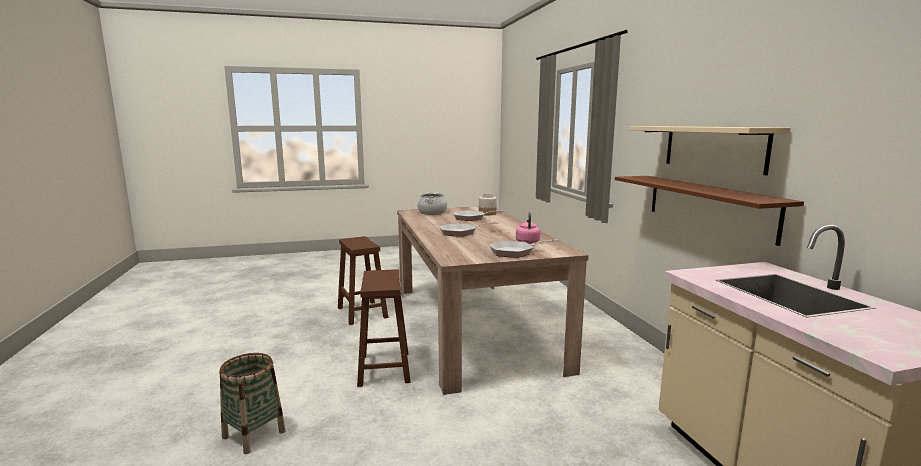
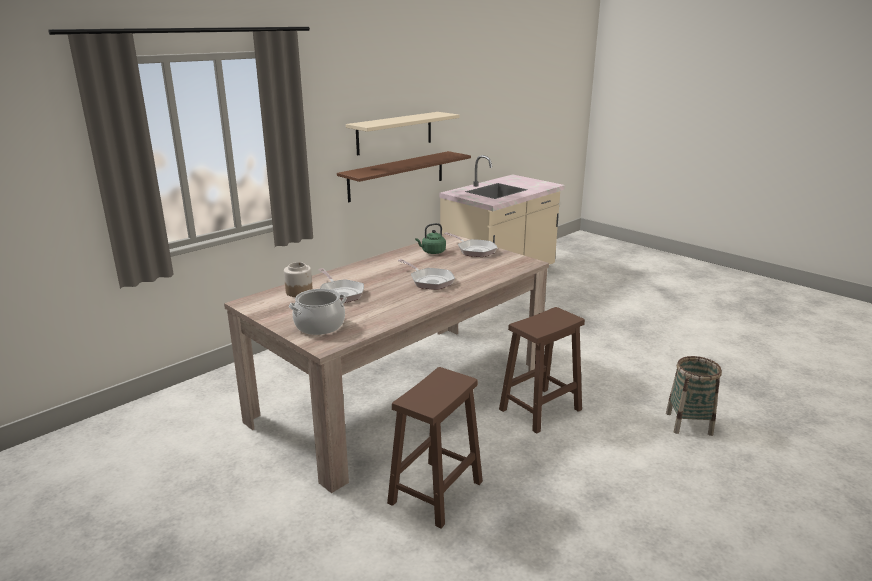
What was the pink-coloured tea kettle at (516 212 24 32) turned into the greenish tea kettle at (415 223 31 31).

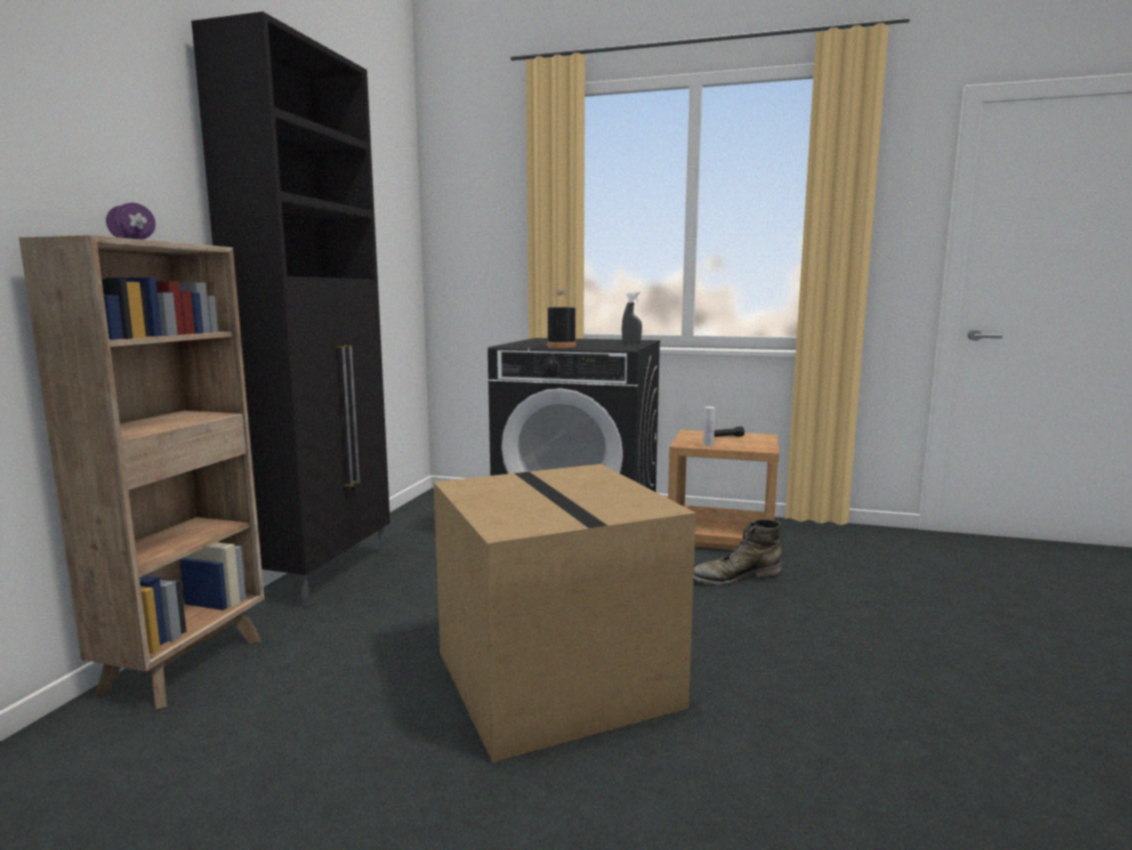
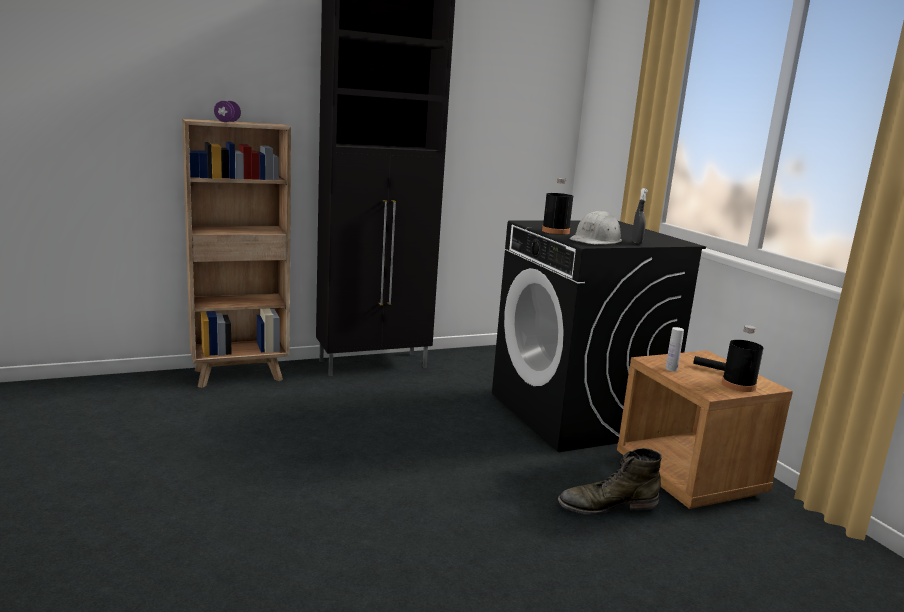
The second view lost the carton at (434 464 262 298).
The greenish tall boot at (694 519 88 66) ended up facing another way, 45 degrees counterclockwise from before.
The second view gained the whitish work helmet at (570 211 52 33).
The second view gained the black-coloured beverage bottle at (722 325 42 67).

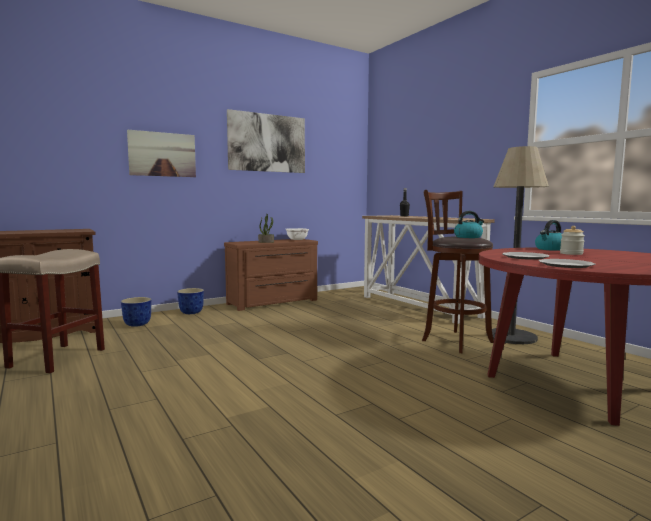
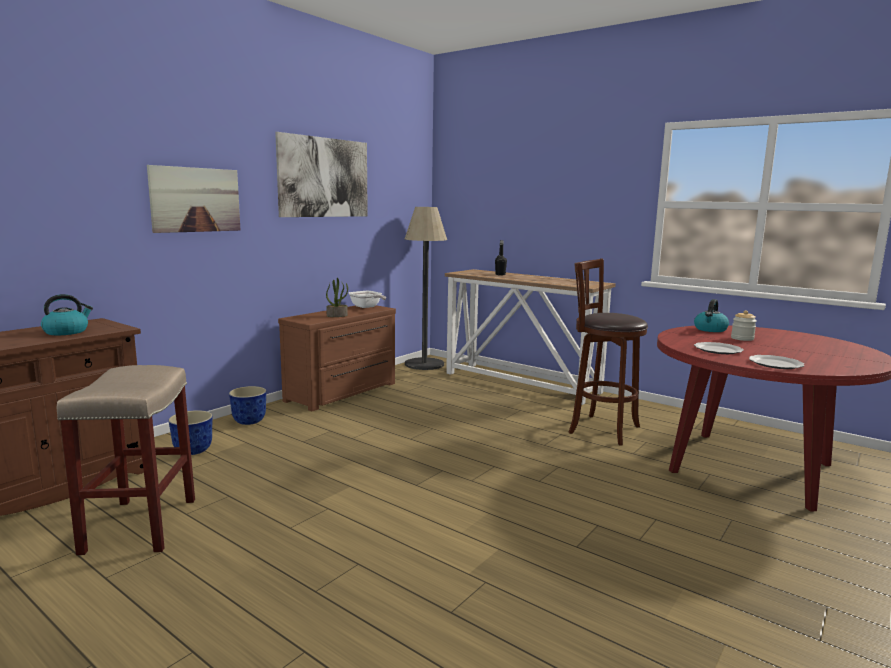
The standard lamp ended up elsewhere, having gone from (492 146 57 198) to (405 207 42 163).
The tea kettle ended up elsewhere, having gone from (454 211 30 27) to (41 294 52 41).

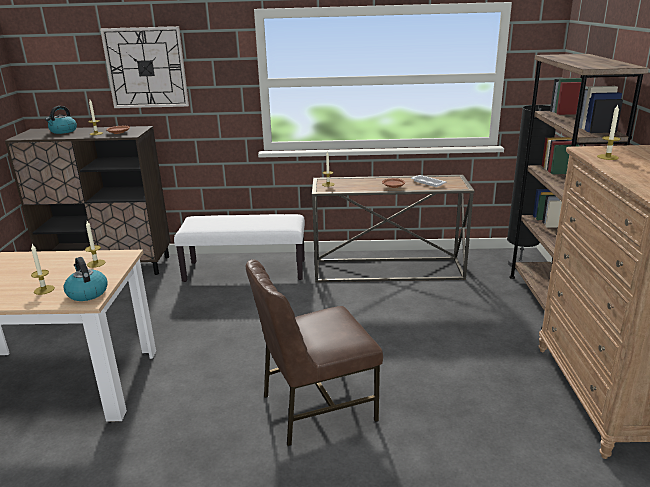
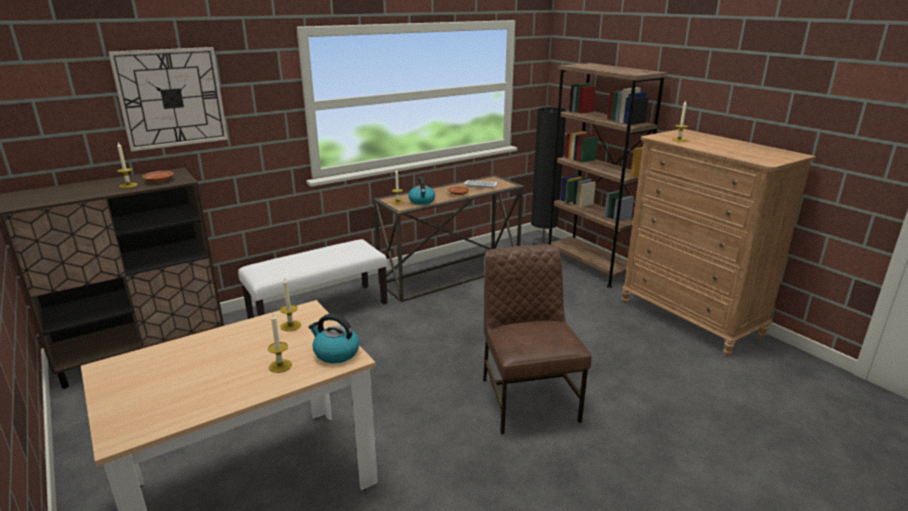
The tea kettle ended up elsewhere, having gone from (45 106 32 28) to (408 176 27 29).
The brown-coloured upright chair at (246 259 137 187) ended up facing another way, 135 degrees clockwise from before.

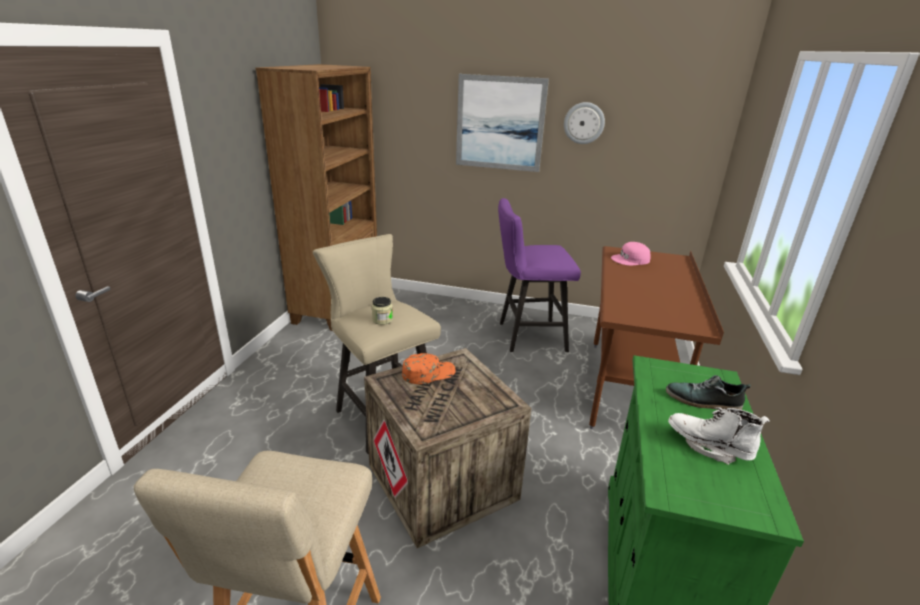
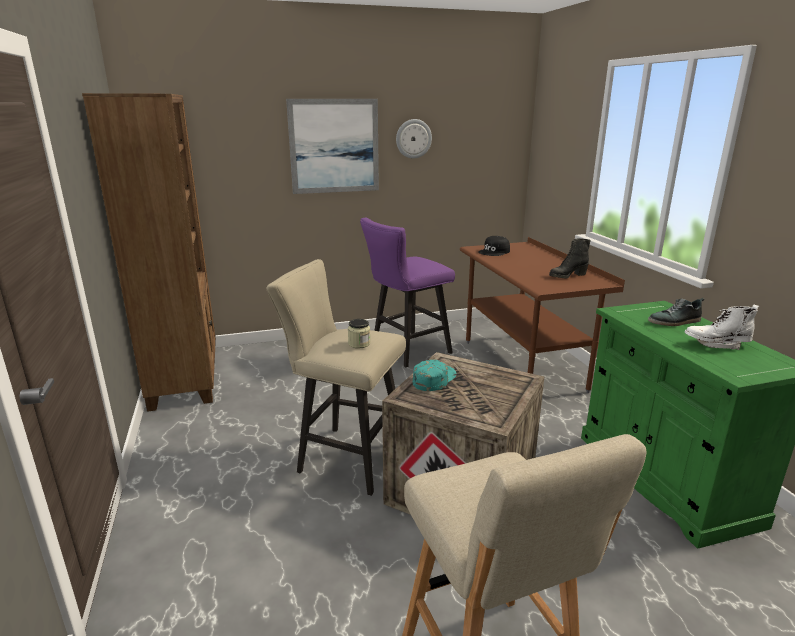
What was the pink-coloured cap at (611 242 40 24) turned into the black-coloured cap at (478 236 32 20).
What was the orange-coloured cap at (402 353 54 31) turned into the turquoise cap at (413 360 44 31).
The second view gained the black-coloured tall boot at (549 238 42 41).

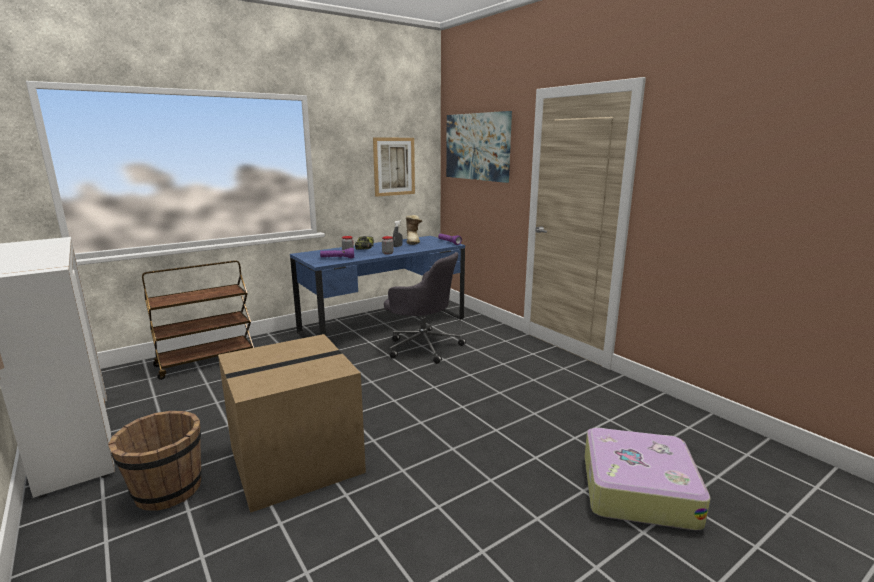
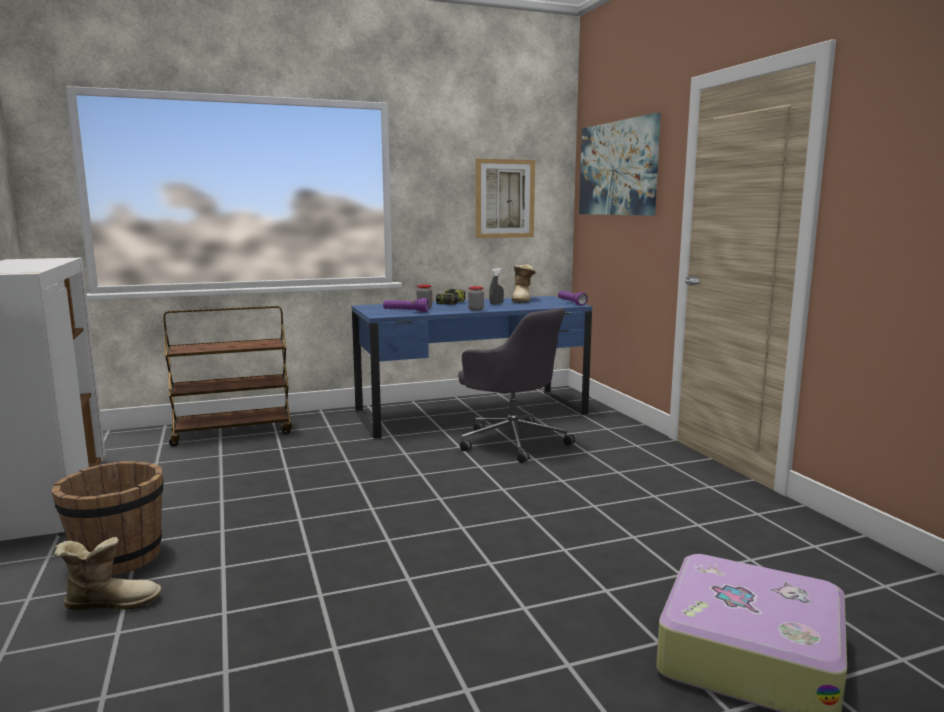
The second view lost the carton at (218 334 148 179).
The second view gained the tall boot at (54 537 108 73).

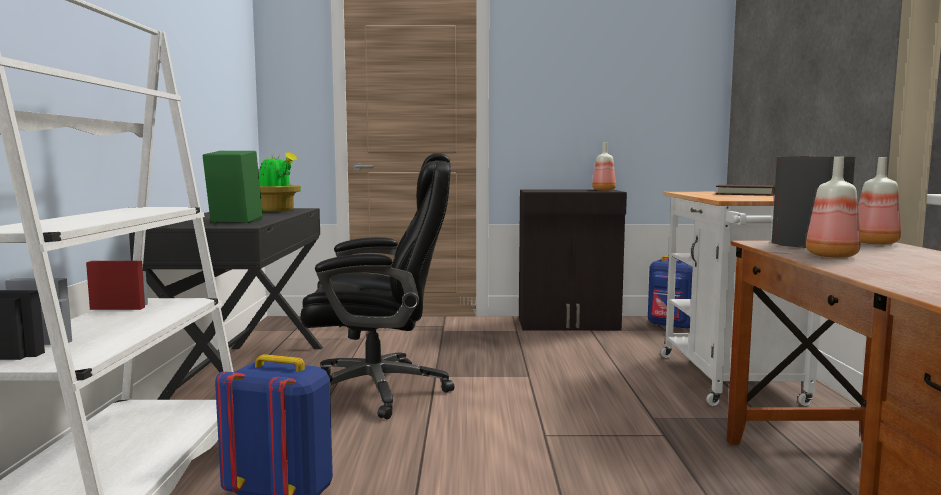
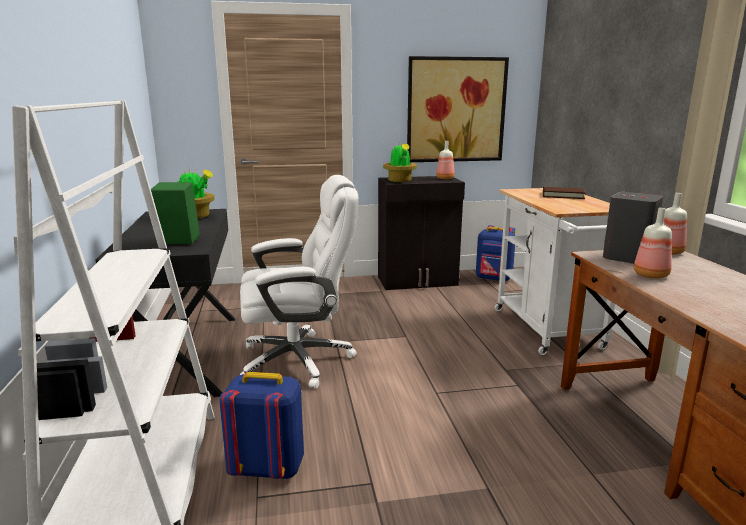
What was the black-coloured computer chair at (300 153 155 266) turned into the whitish computer chair at (240 175 118 214).
The second view gained the wall art at (407 56 102 106).
The second view gained the plant in a pot at (383 143 34 39).

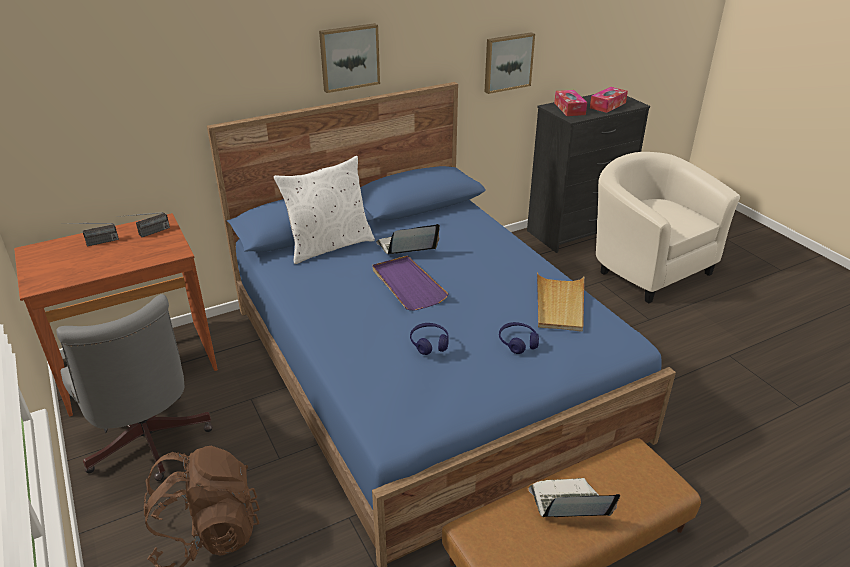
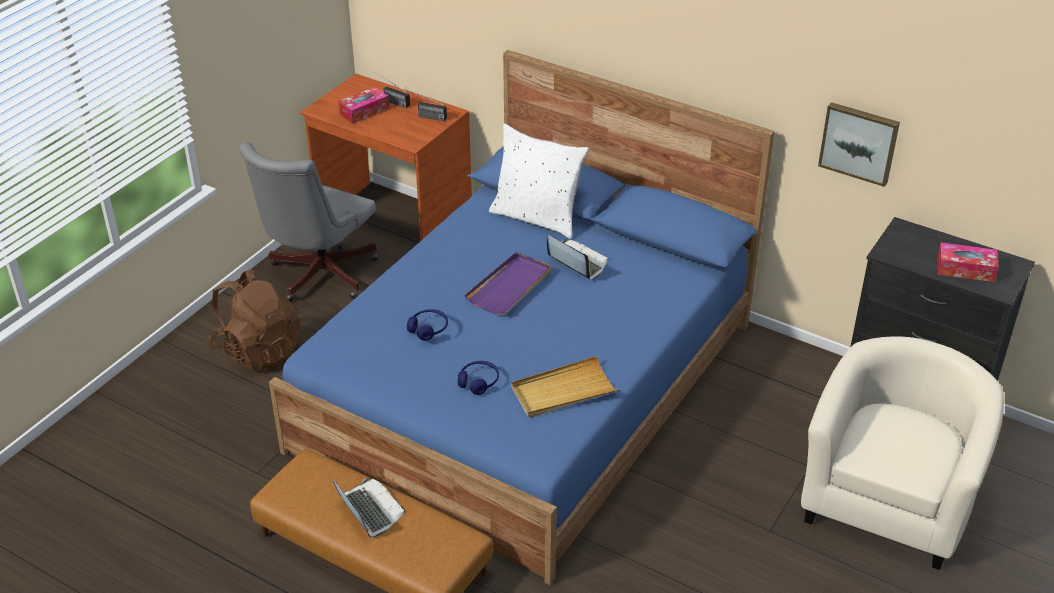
The second view lost the wall art at (319 23 61 70).
The tissue holder ended up elsewhere, having gone from (554 90 33 26) to (338 87 51 37).

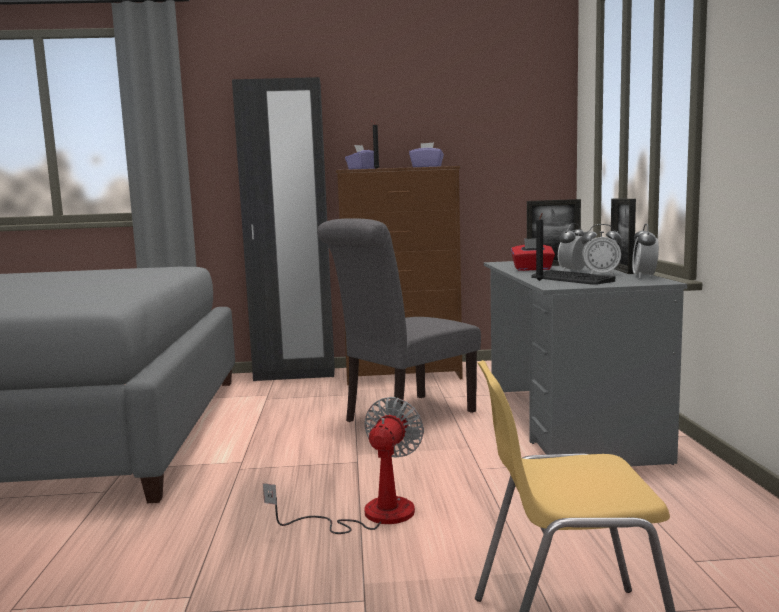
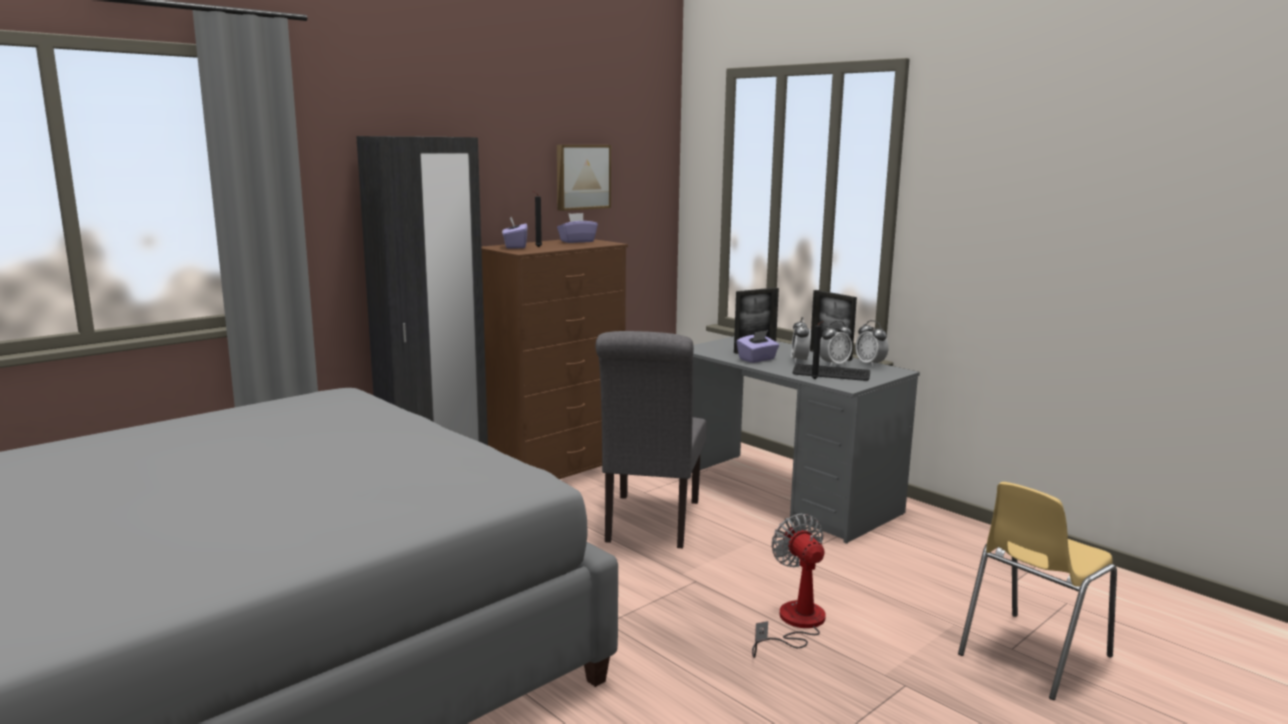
What was the red-coloured tissue holder at (511 238 44 33) turned into the purplish tissue holder at (736 330 43 33).
The second view gained the wall art at (557 145 54 66).

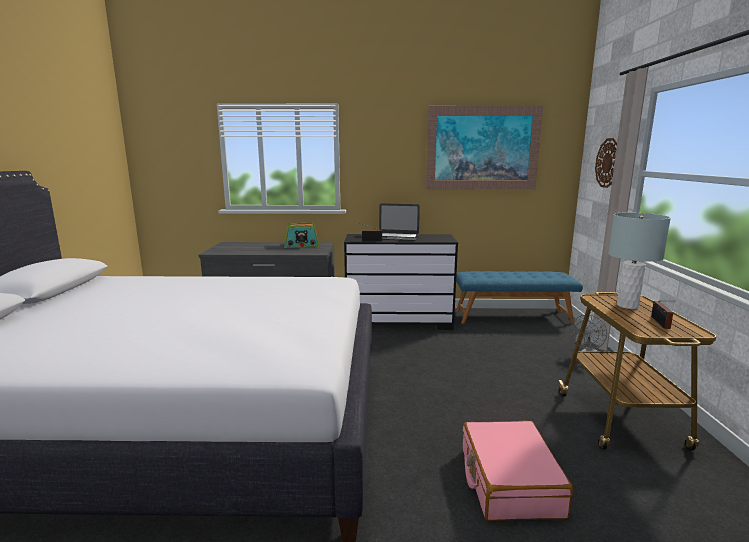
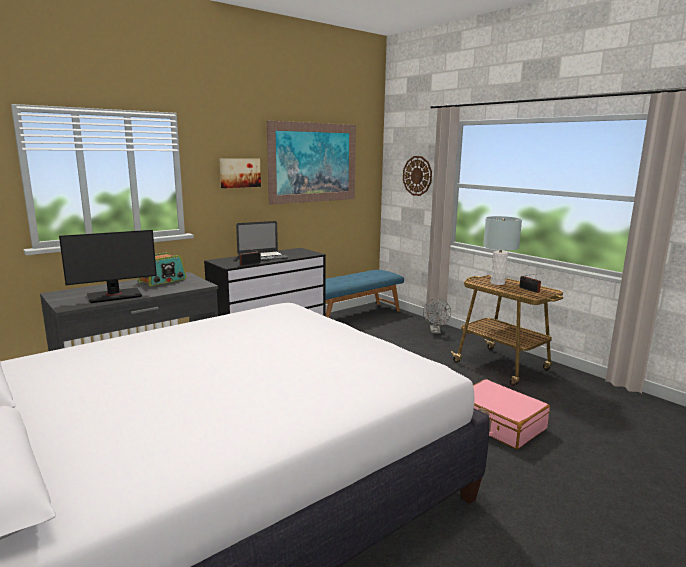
The second view gained the wall art at (220 159 41 29).
The second view gained the computer screen at (59 230 98 73).

